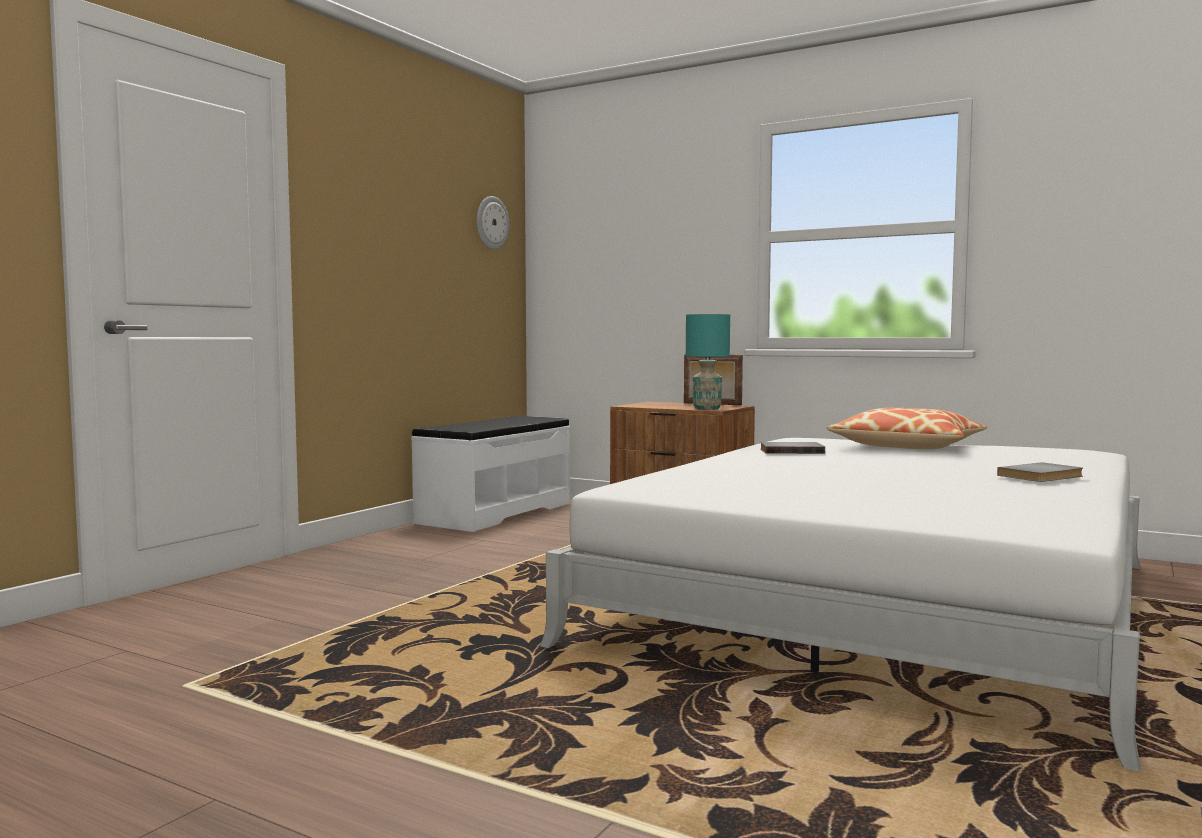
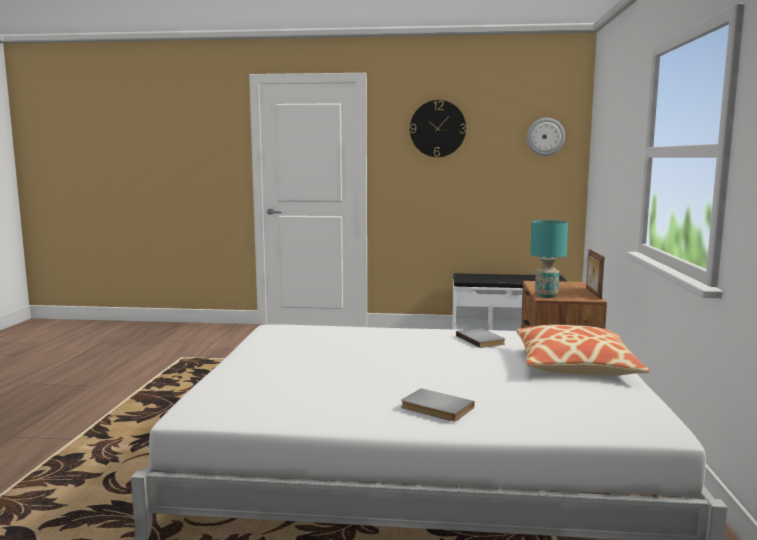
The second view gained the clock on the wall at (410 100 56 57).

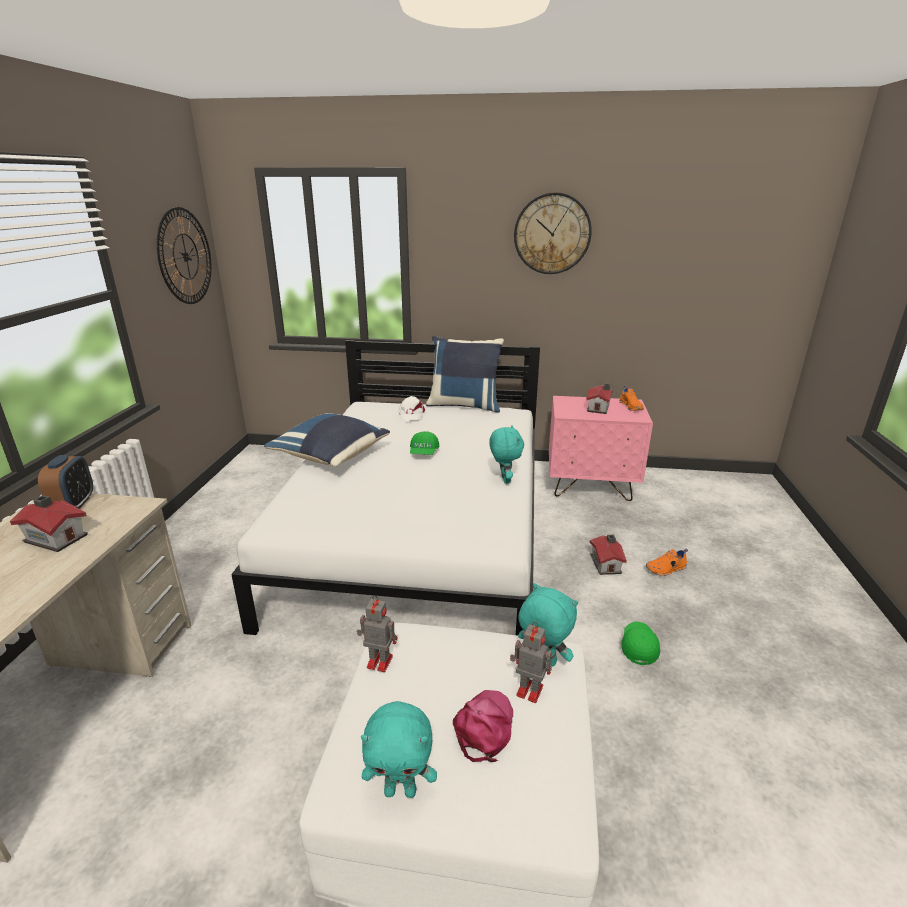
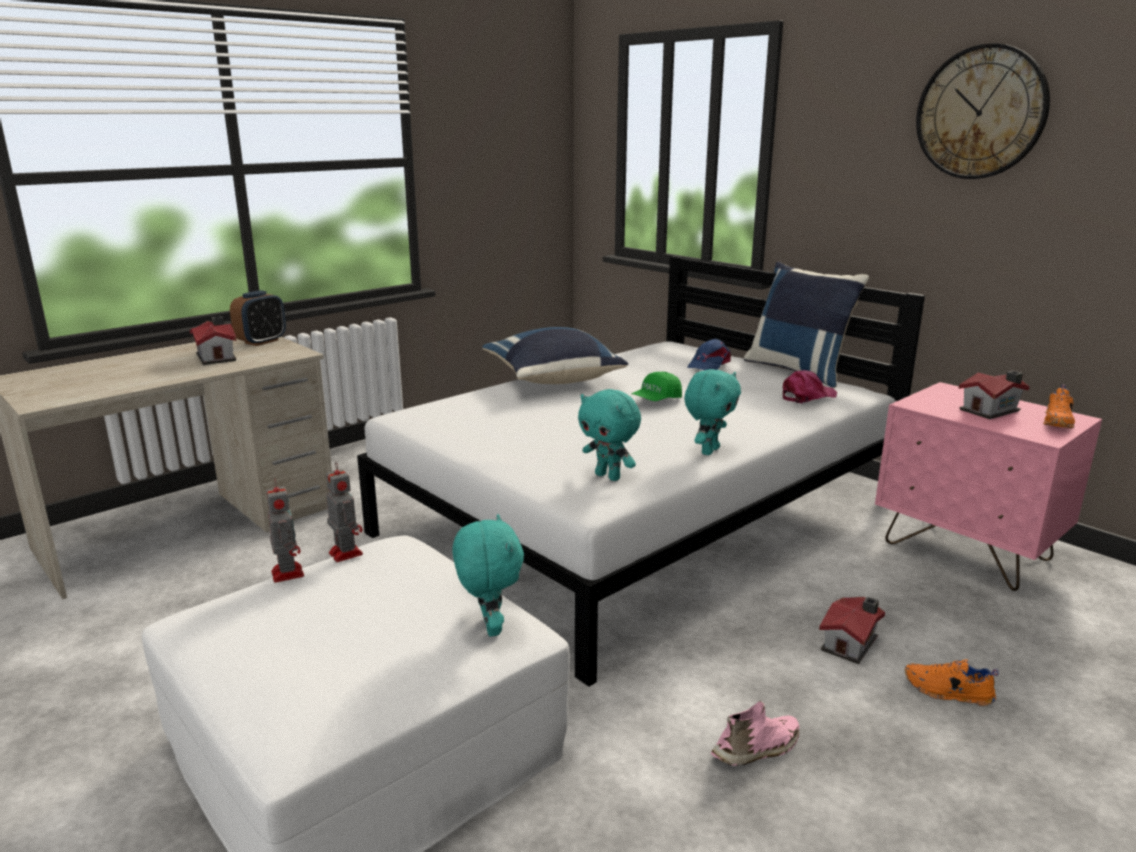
The second view lost the clock on the wall at (157 207 55 97).
What was the whitish cap at (398 396 27 25) turned into the blue-coloured cap at (688 339 43 31).
The robot figure ended up elsewhere, having gone from (510 622 42 81) to (266 480 38 103).
Where the greenish cap stood at (621 622 39 43), the pink-coloured shoe came to stand at (711 701 89 65).
The pink-coloured cap ended up elsewhere, having gone from (453 690 60 72) to (783 370 54 34).
The turquoise cuddly toy ended up elsewhere, having gone from (361 701 76 97) to (578 389 63 92).

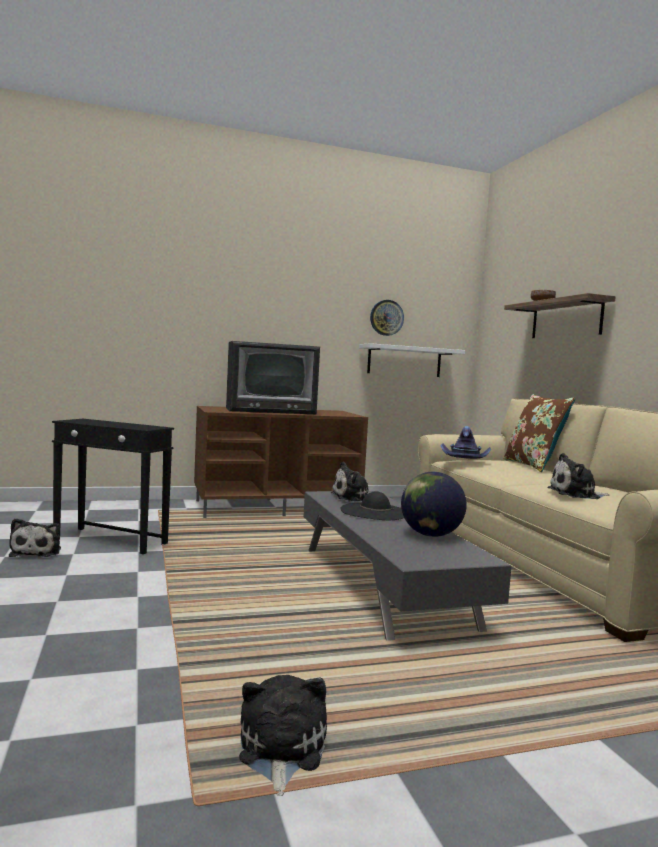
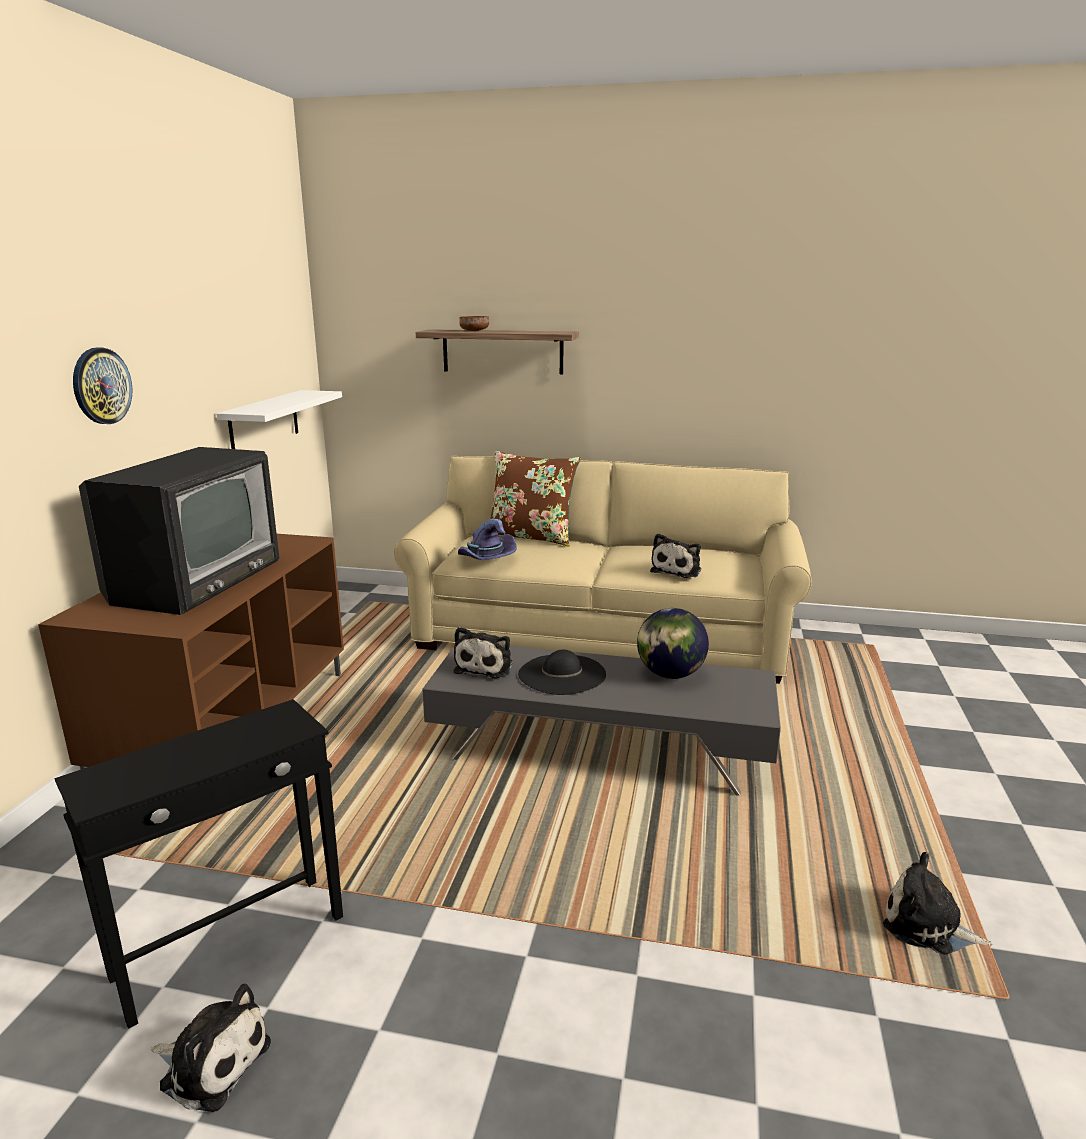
The clock on the wall ended up elsewhere, having gone from (370 300 34 36) to (73 347 60 77).

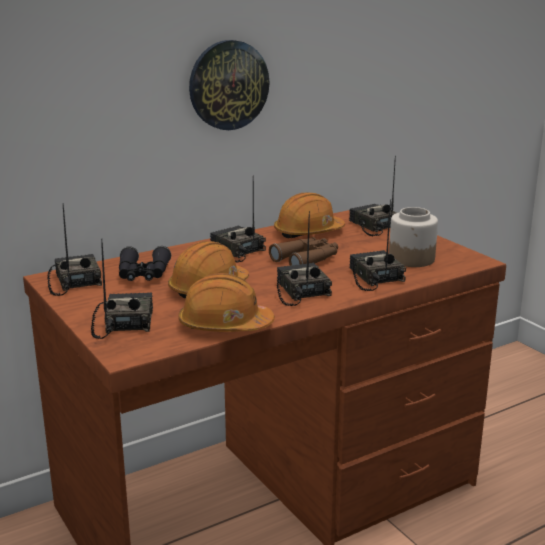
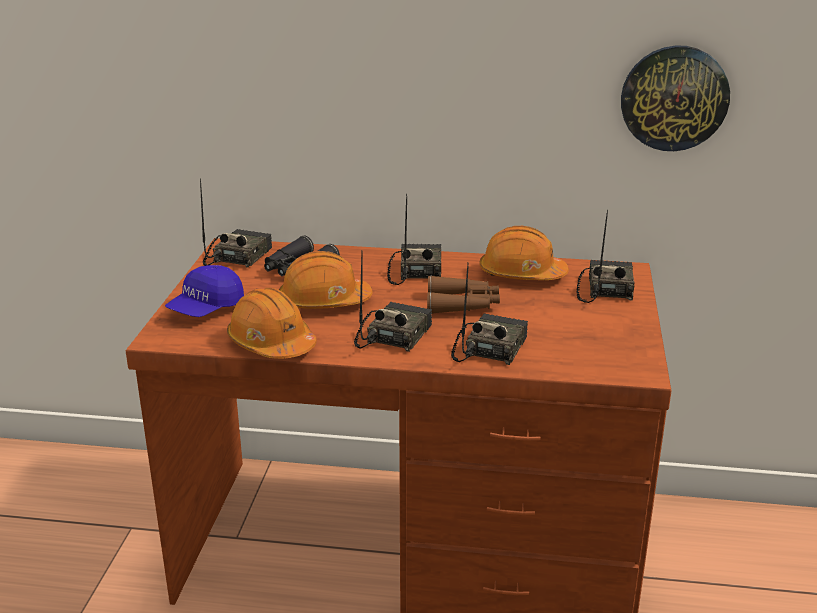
The clock on the wall ended up elsewhere, having gone from (189 40 81 90) to (621 45 109 106).
The second view lost the storage jar at (389 207 49 60).
Where the radio receiver stood at (91 238 62 101), the blue-coloured cap came to stand at (165 265 79 52).

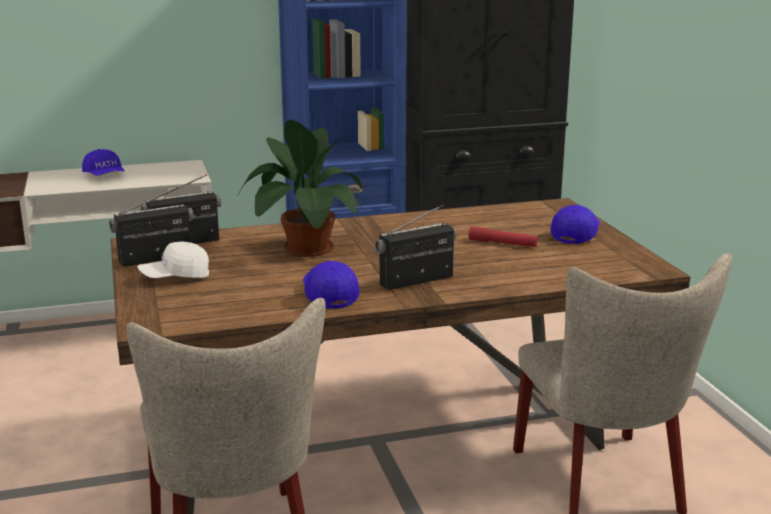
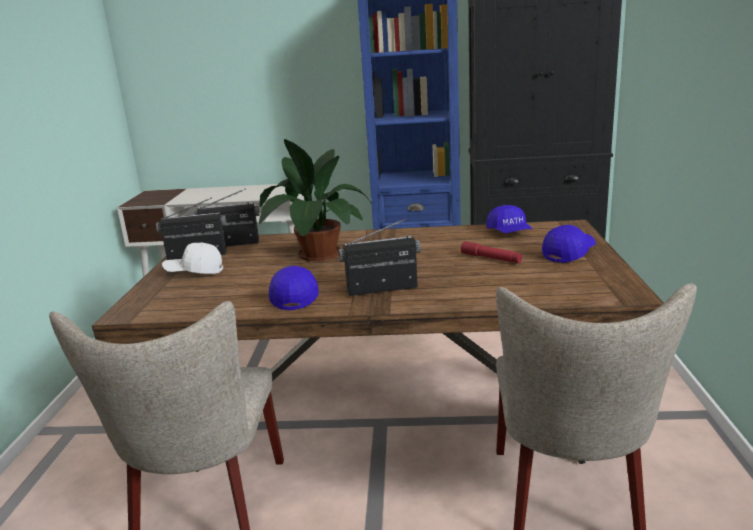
The blue-coloured cap ended up elsewhere, having gone from (82 149 43 27) to (486 205 47 28).

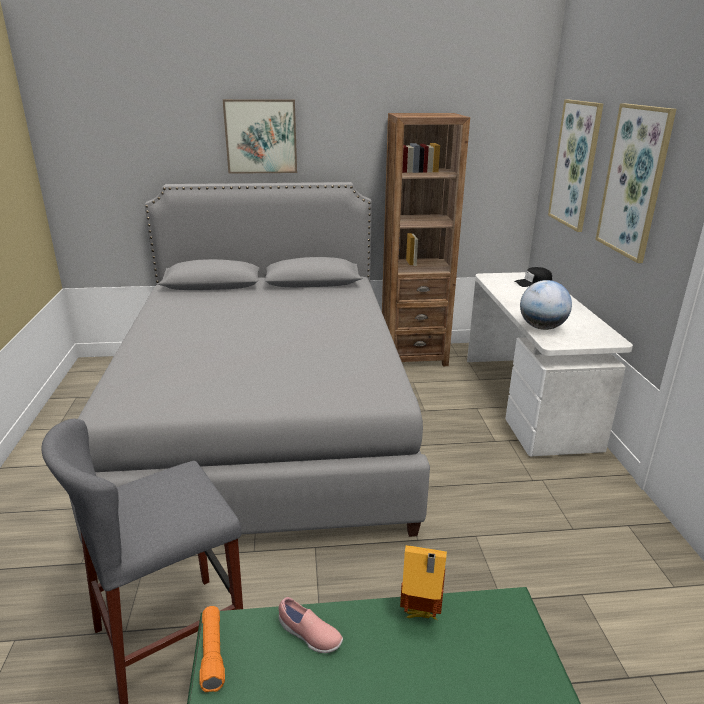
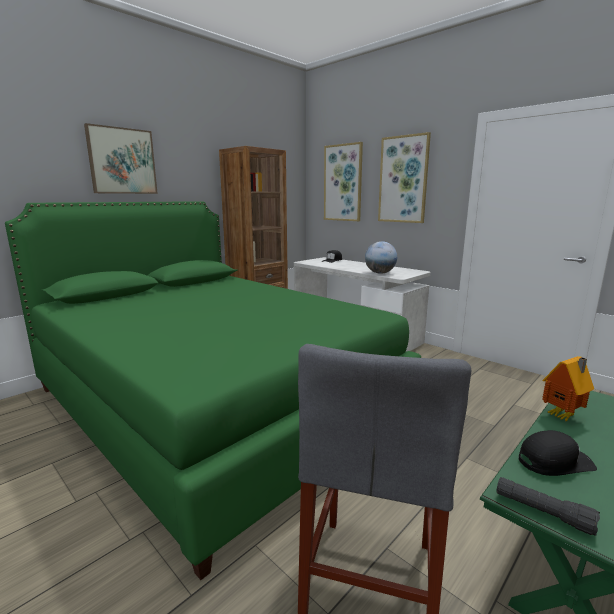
What was the grey sleeping bed at (69 182 361 361) turned into the greenish sleeping bed at (5 201 416 379).
Where the pink-coloured shoe stood at (279 597 64 56), the black-coloured cap came to stand at (518 430 79 46).
What was the orange-coloured torch at (199 606 26 86) turned into the black-coloured torch at (496 477 104 59).

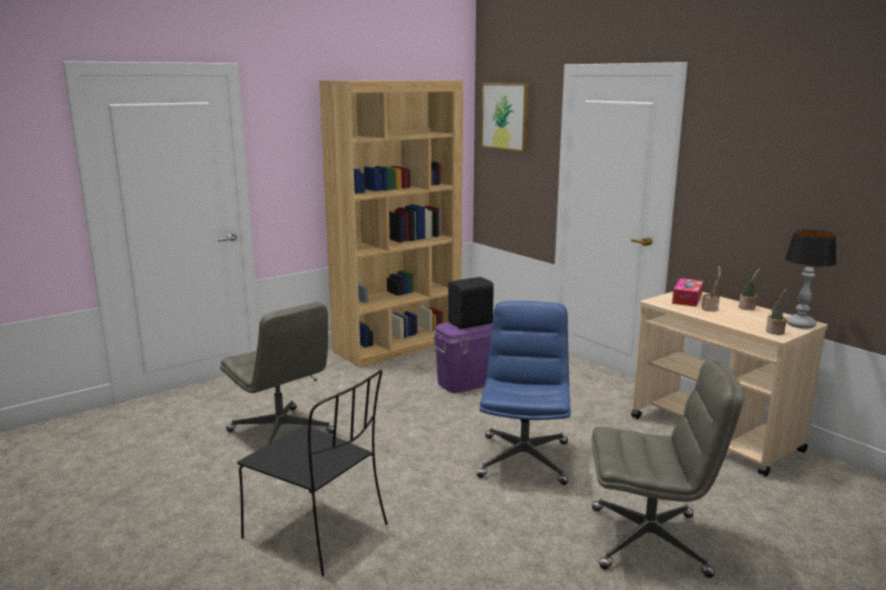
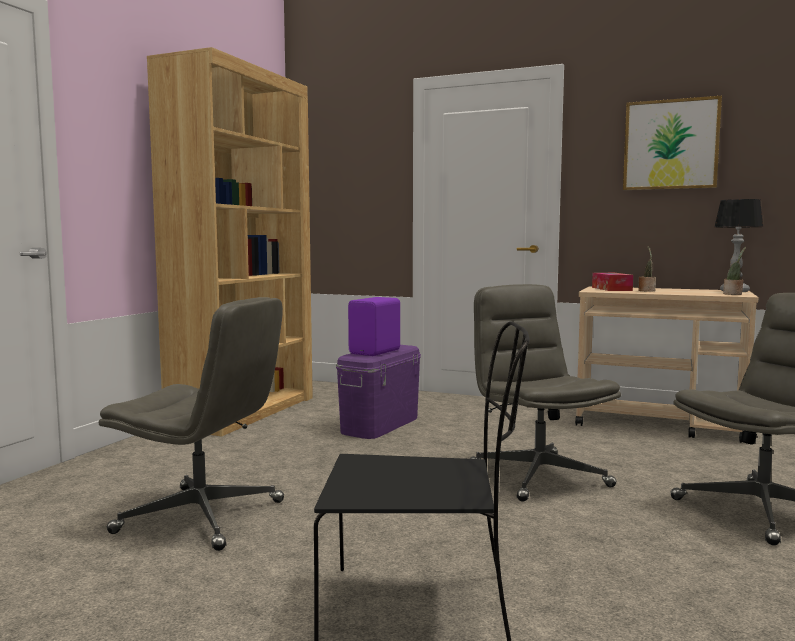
The wall art ended up elsewhere, having gone from (481 83 48 69) to (623 96 99 94).
The second view lost the plant in a pot at (739 268 21 42).
What was the black-coloured loudspeaker at (448 277 46 52) turned into the purplish loudspeaker at (348 297 52 59).
What was the blue-coloured computer chair at (477 301 94 184) turned into the grey computer chair at (469 284 152 218).

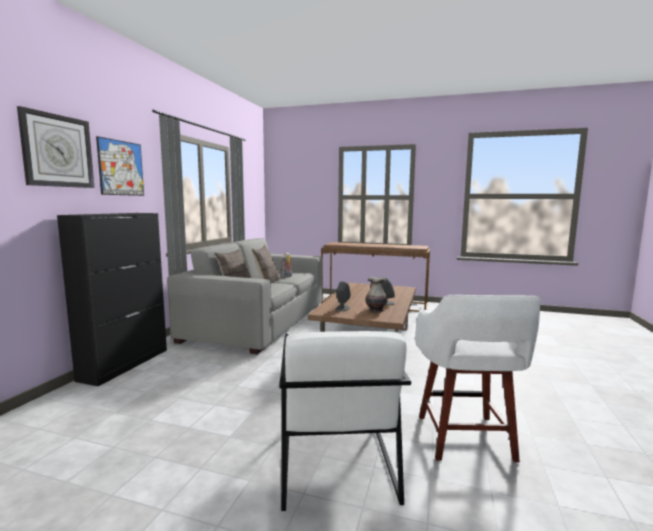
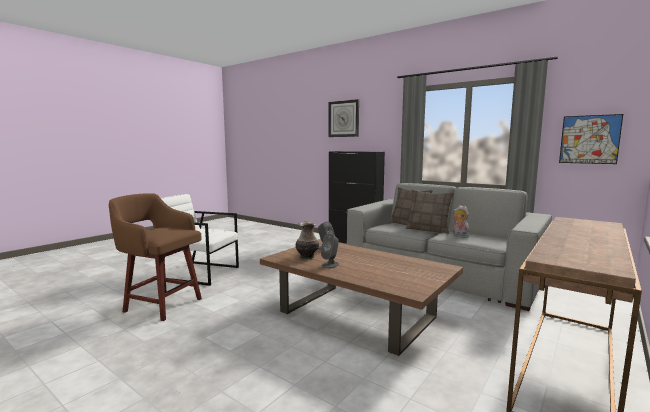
The wall art ended up elsewhere, having gone from (96 136 48 60) to (559 114 64 50).
What was the whitish stool at (415 295 126 167) turned into the brown-coloured stool at (109 193 93 128).

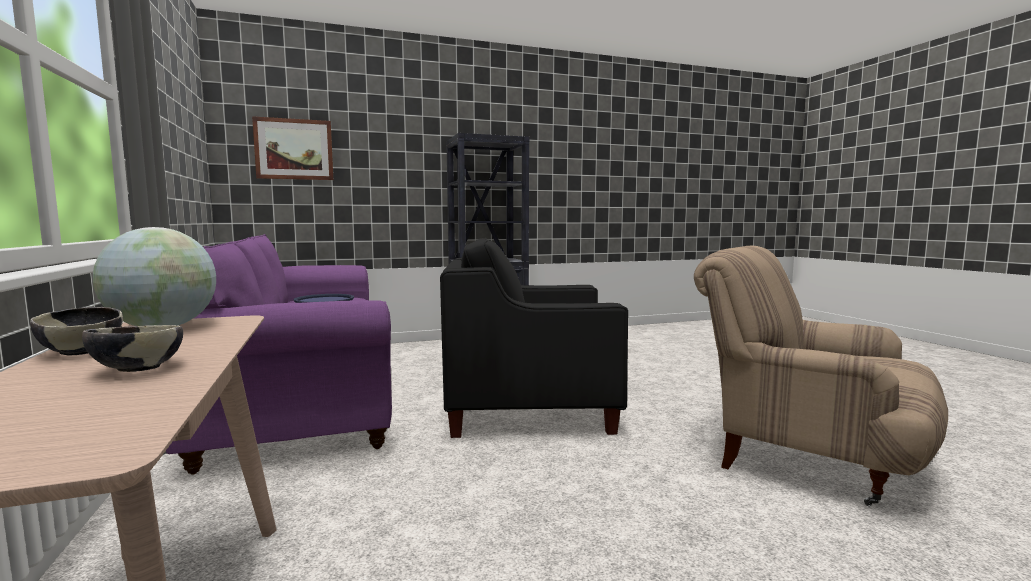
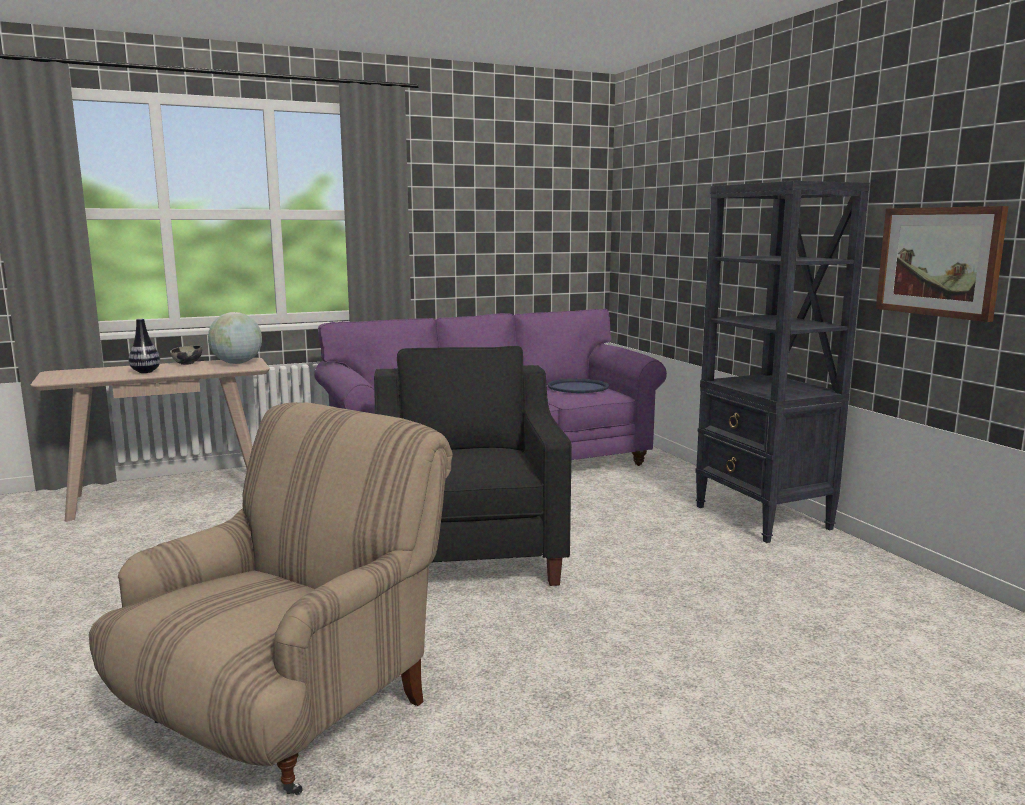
The wall art ended up elsewhere, having gone from (252 116 81 64) to (876 206 133 116).
Where the deep dish stood at (82 325 101 47), the flower vase came to stand at (128 318 32 55).

